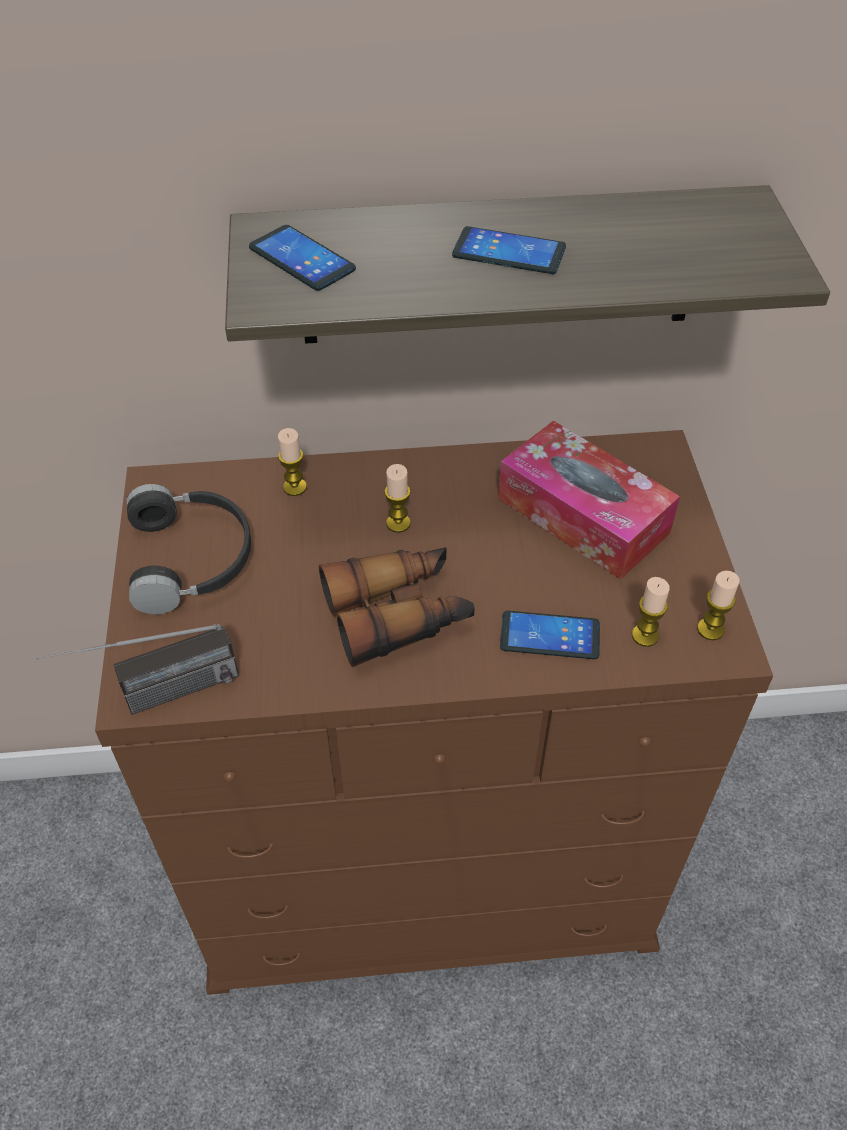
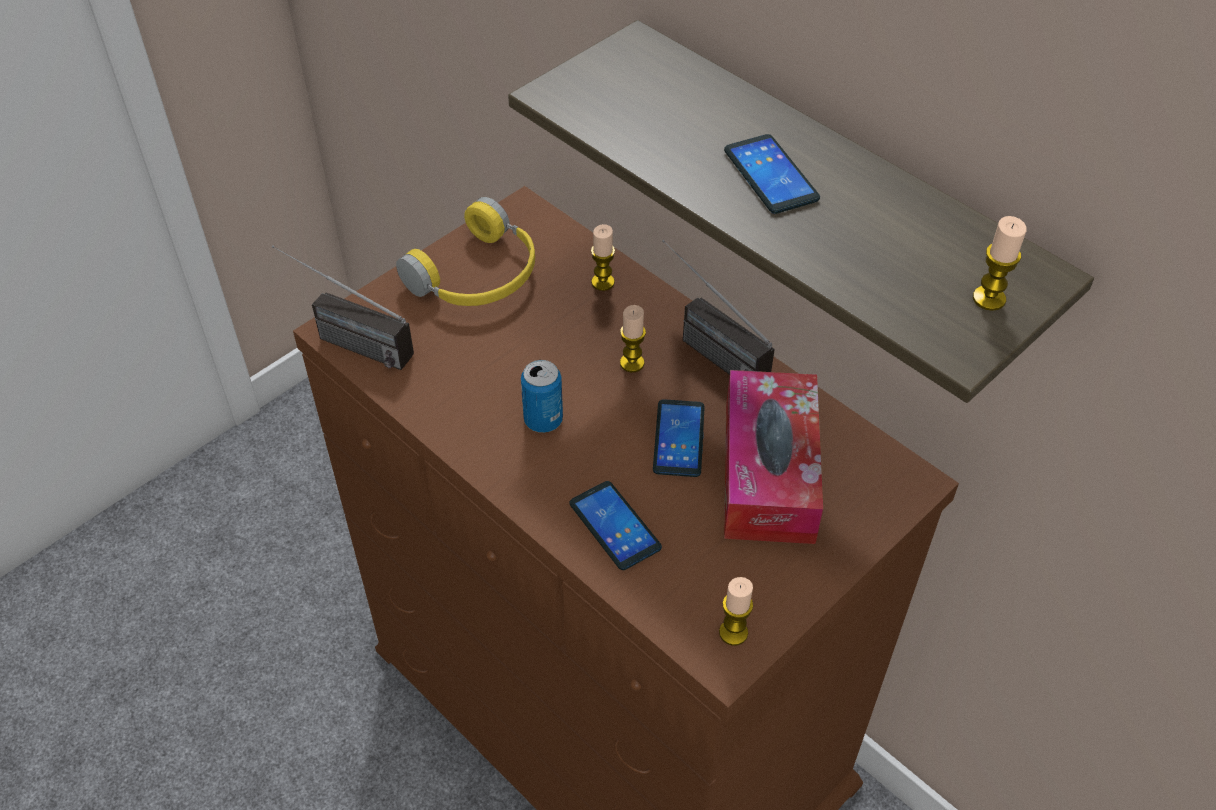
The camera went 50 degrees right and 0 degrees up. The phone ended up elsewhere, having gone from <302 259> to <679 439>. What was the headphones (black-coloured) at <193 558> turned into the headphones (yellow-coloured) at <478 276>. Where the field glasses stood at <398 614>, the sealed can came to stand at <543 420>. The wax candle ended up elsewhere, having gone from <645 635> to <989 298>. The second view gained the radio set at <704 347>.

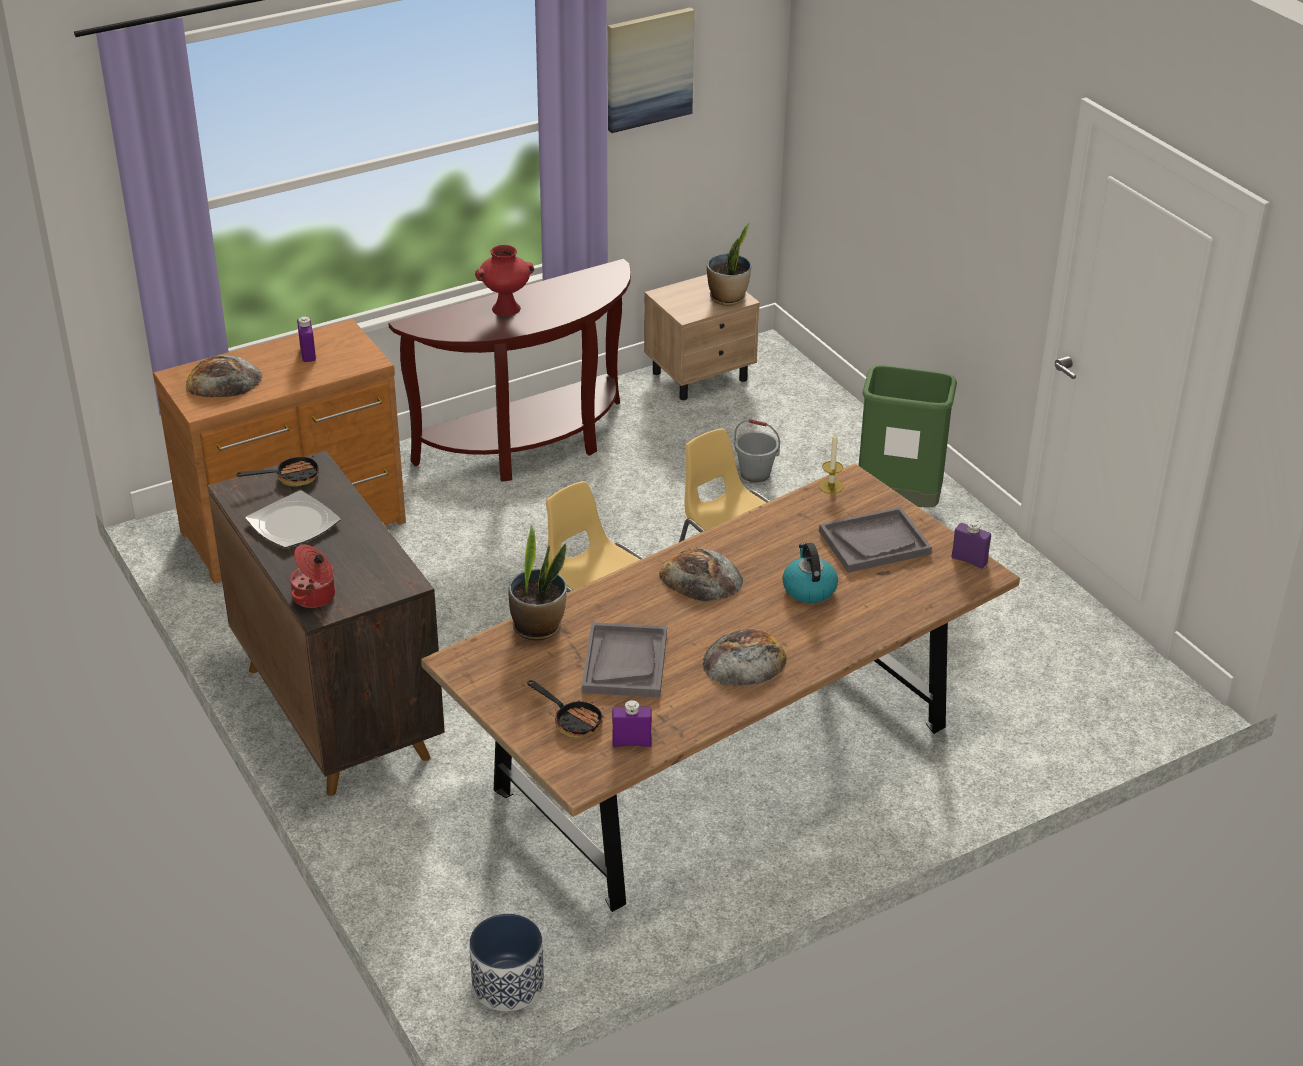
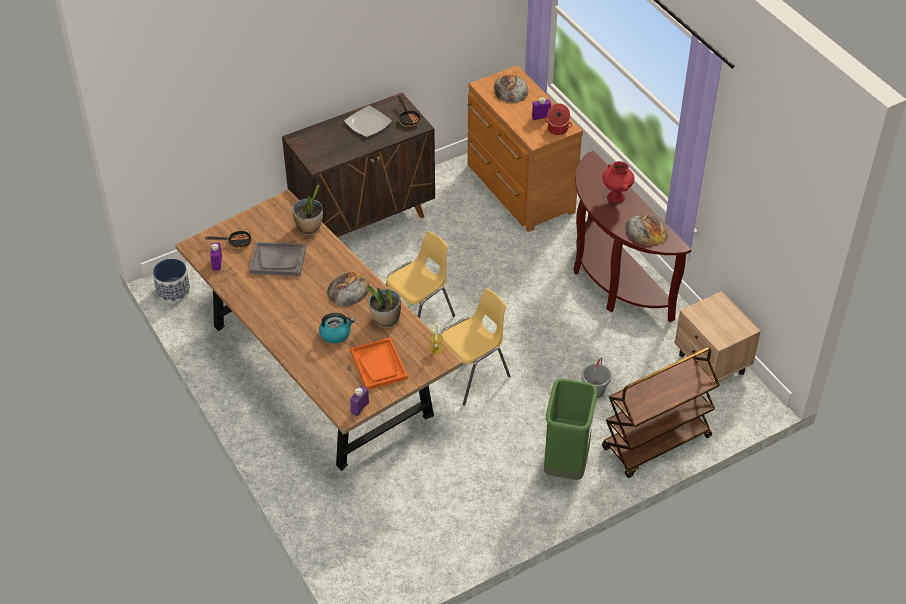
The camera went 90 degrees right and 10 degrees up. The second view lost the picture at <649 69>. The plant in a pot ended up elsewhere, having gone from <728 298> to <386 320>. What was the carrying tray (gray) at <874 542> turned into the carrying tray (orange) at <379 365>. The cooking pot ended up elsewhere, having gone from <315 596> to <557 129>. The baked bread ended up elsewhere, having gone from <744 660> to <646 230>. The pan at <572 720> ended up facing another way, 135 degrees counterclockwise from before. The second view gained the wheeled cart (brown-coloured) at <656 444>.

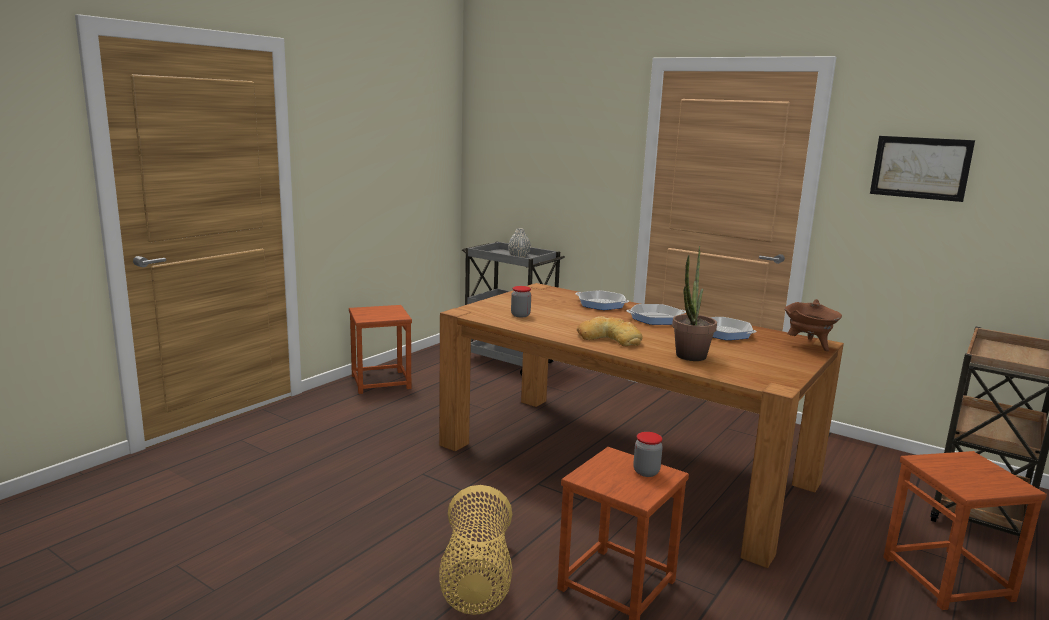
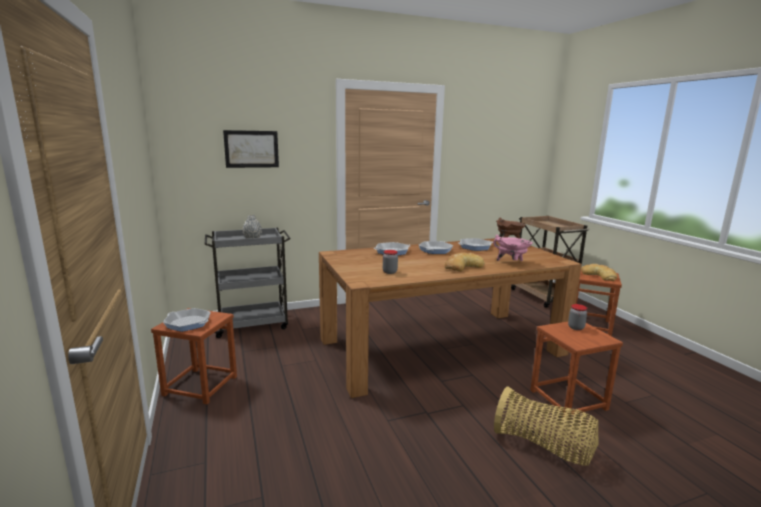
The camera went 55 degrees left and 0 degrees up. The picture ended up elsewhere, having gone from <920 168> to <251 149>. Where the plant in a pot stood at <689 358>, the cooking pot (pinkish) came to stand at <511 262>. The second view gained the baked bread at <599 275>. The second view gained the pan at <188 323>.

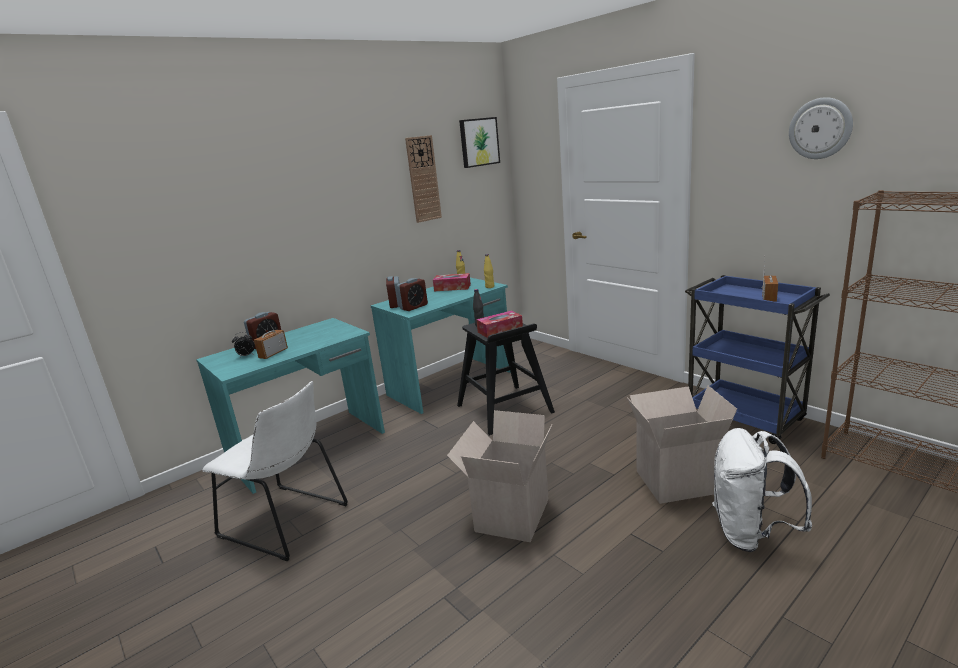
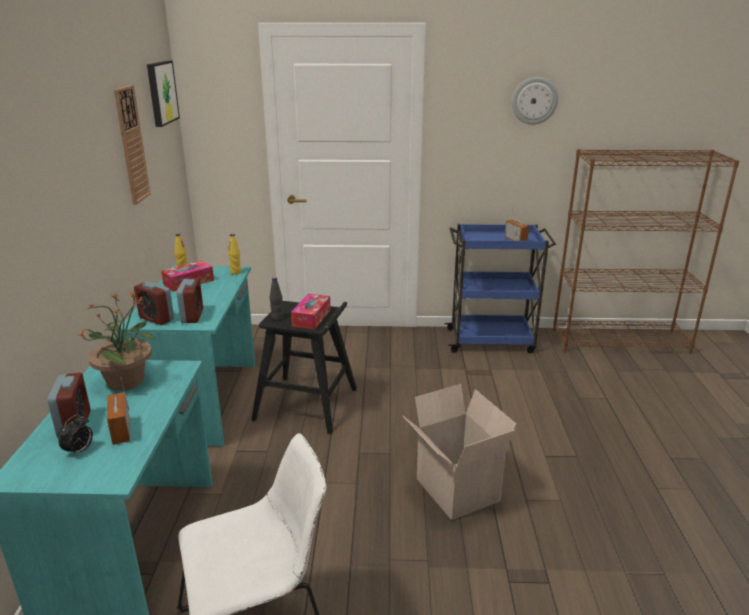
The camera went 50 degrees left and 5 degrees up. The second view lost the carton at <677 480>. The second view lost the rucksack (white) at <751 533>. The second view gained the plant in a pot at <127 380>.

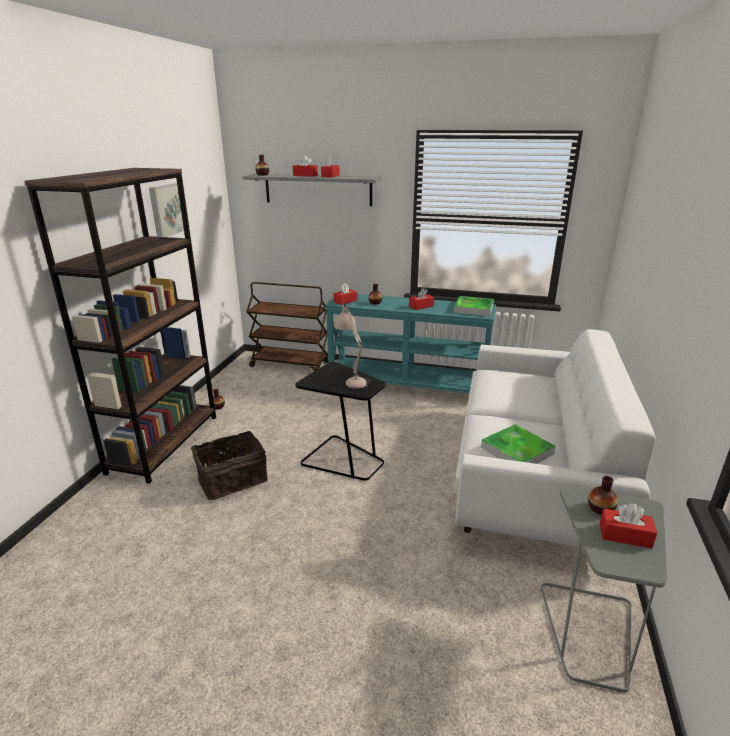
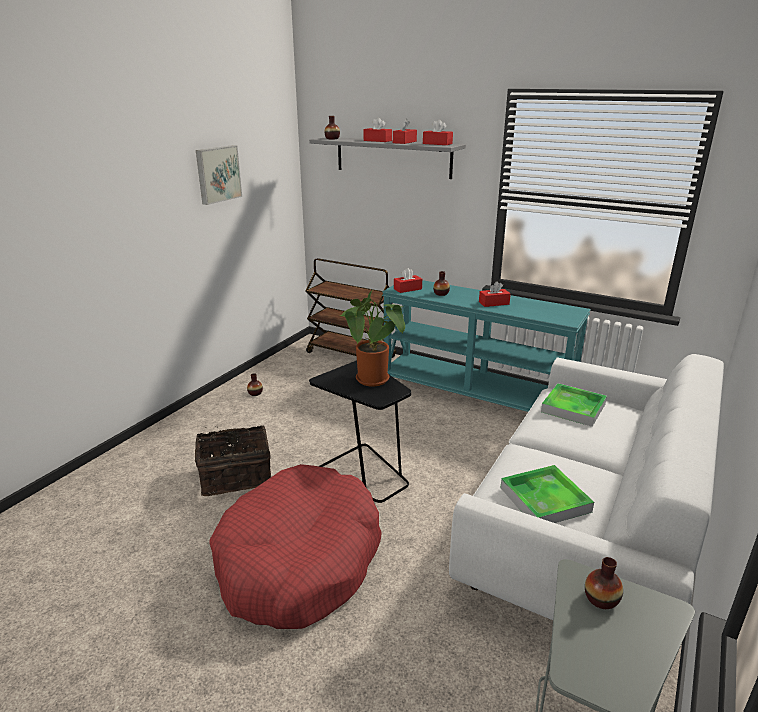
The camera went 15 degrees right and 0 degrees up. The second view lost the shelving unit (brown-coloured) at <165 443>. The carrying tray ended up elsewhere, having gone from <473 309> to <573 408>. Where the table lamp (beige-coloured) stood at <352 378>, the plant in a pot came to stand at <375 381>. The tissue box (reddish) ended up elsewhere, having gone from <625 535> to <437 144>. The second view gained the dog bed (reddish) at <299 560>.

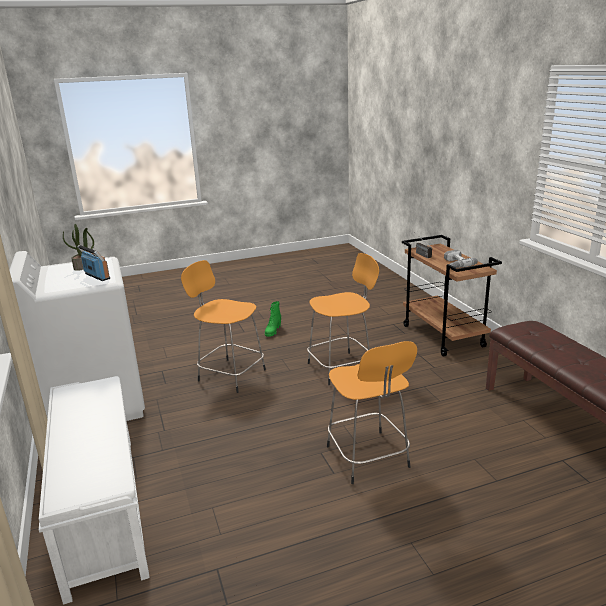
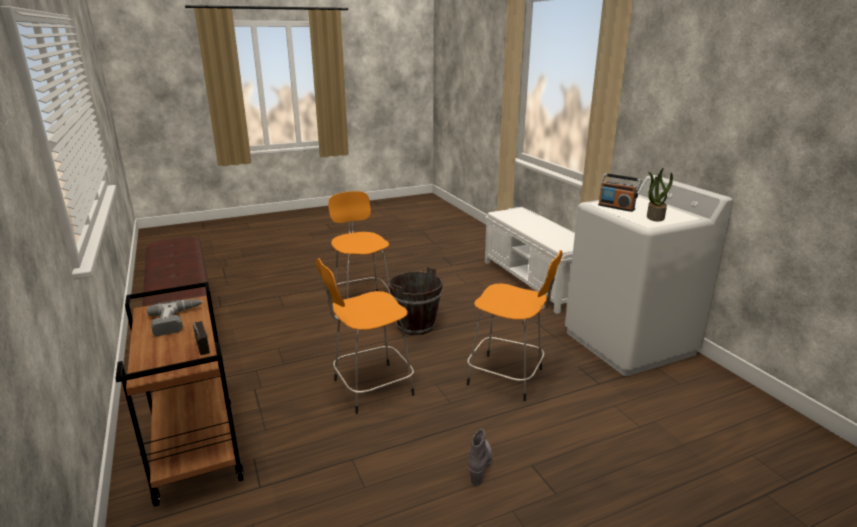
The camera went 175 degrees right and 0 degrees up. What was the boot (green-coloured) at <273 331> turned into the boot (gray) at <480 465>. The second view gained the pail (brown-coloured) at <416 326>.

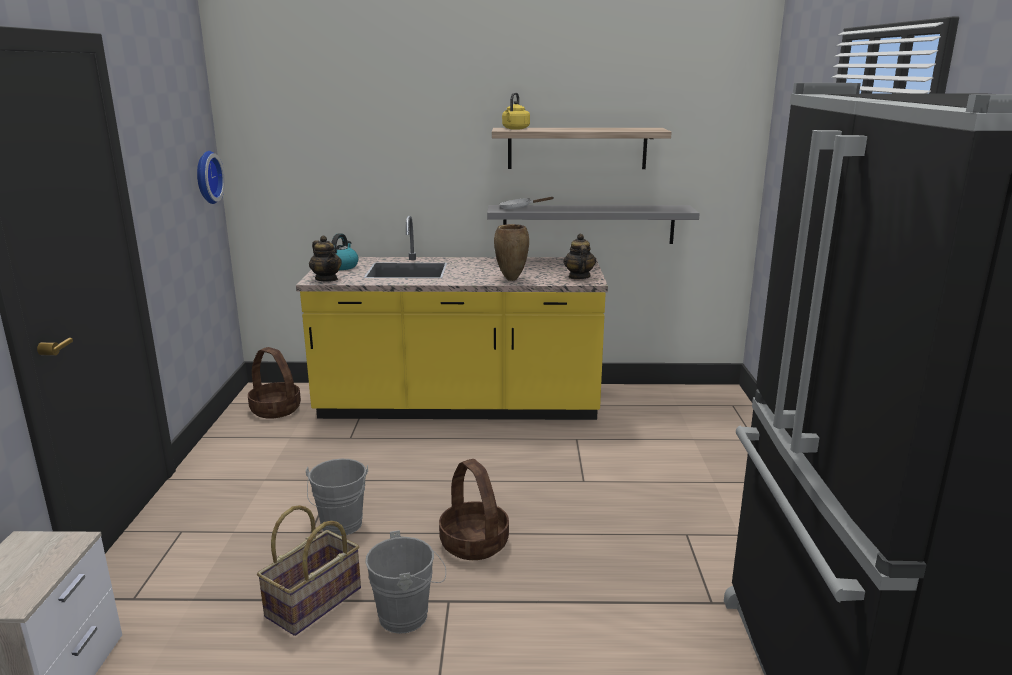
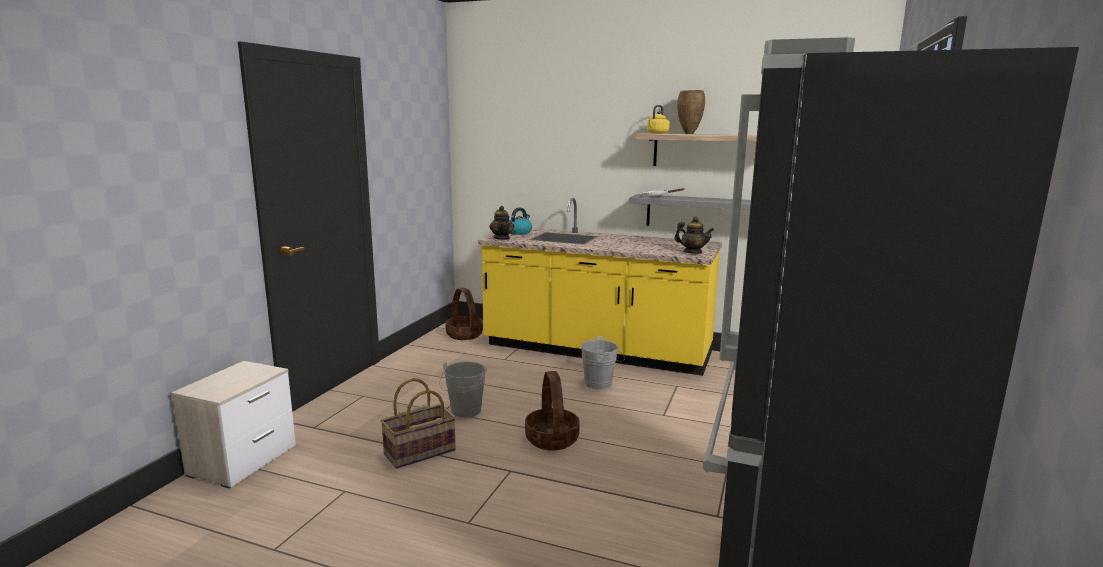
The camera went 20 degrees right and 5 degrees down. The second view lost the hanging clock at <206 177>. The vase (brown-coloured) ended up elsewhere, having gone from <510 280> to <688 134>. The tea pot at <579 277> ended up facing another way, 105 degrees clockwise from before. The pail (gray) ended up elsewhere, having gone from <409 615> to <601 384>.

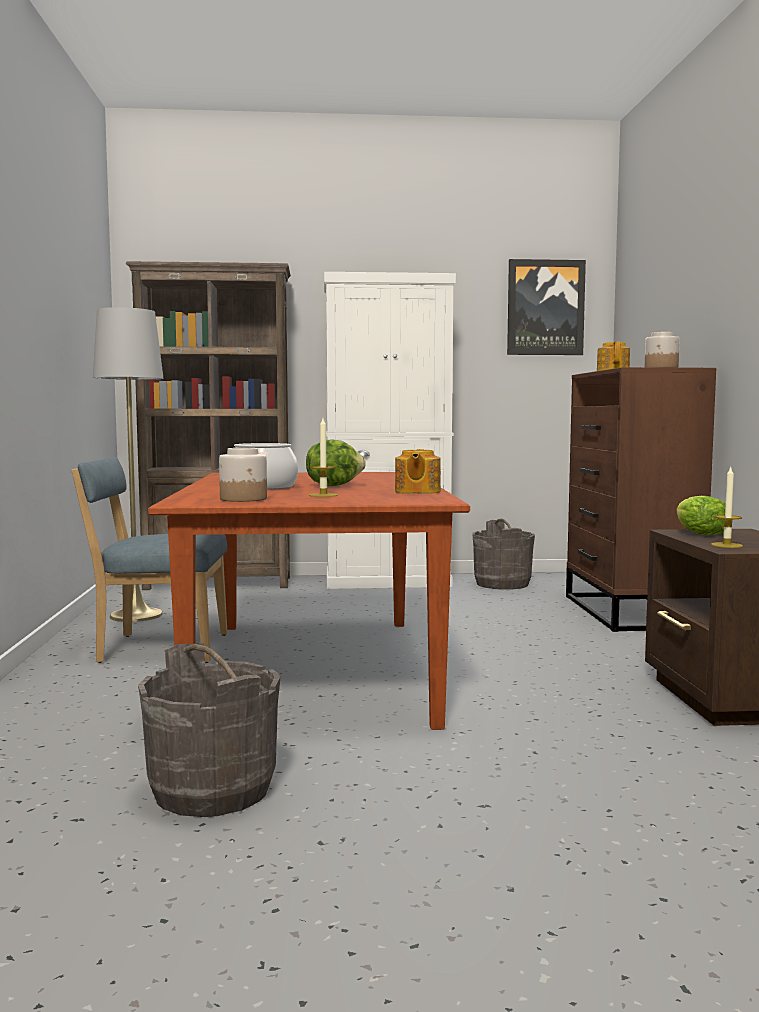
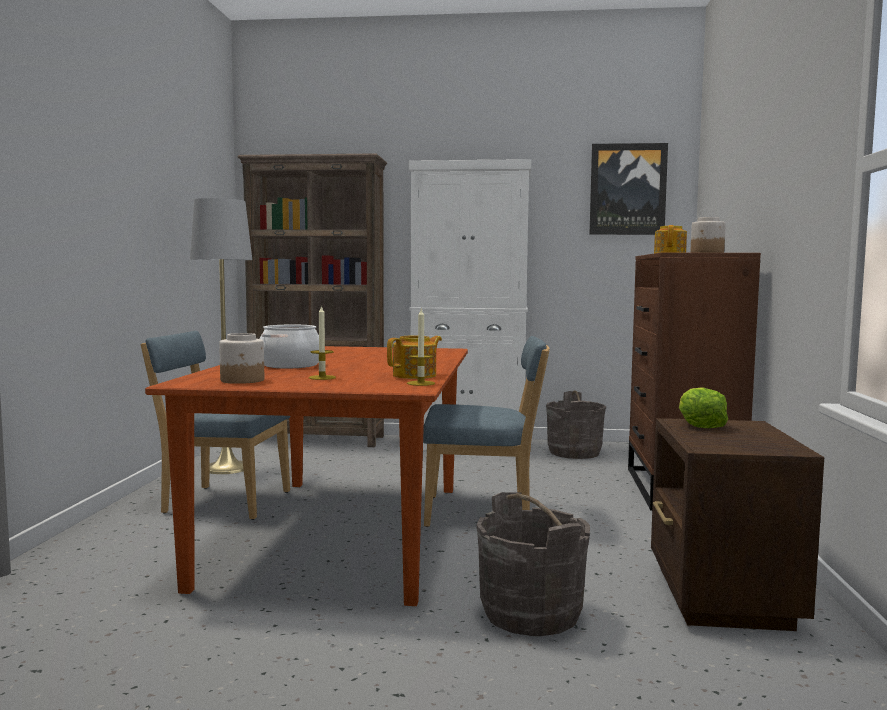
The camera went 10 degrees right and 0 degrees up. The second view lost the lettuce head at <333 485>. The tea pot at <416 492> ended up facing another way, 150 degrees counterclockwise from before. The wax candle ended up elsewhere, having gone from <727 545> to <420 383>. The pail (gray) ended up elsewhere, having gone from <212 790> to <530 613>. The second view gained the upright chair (bluish) at <483 513>.

